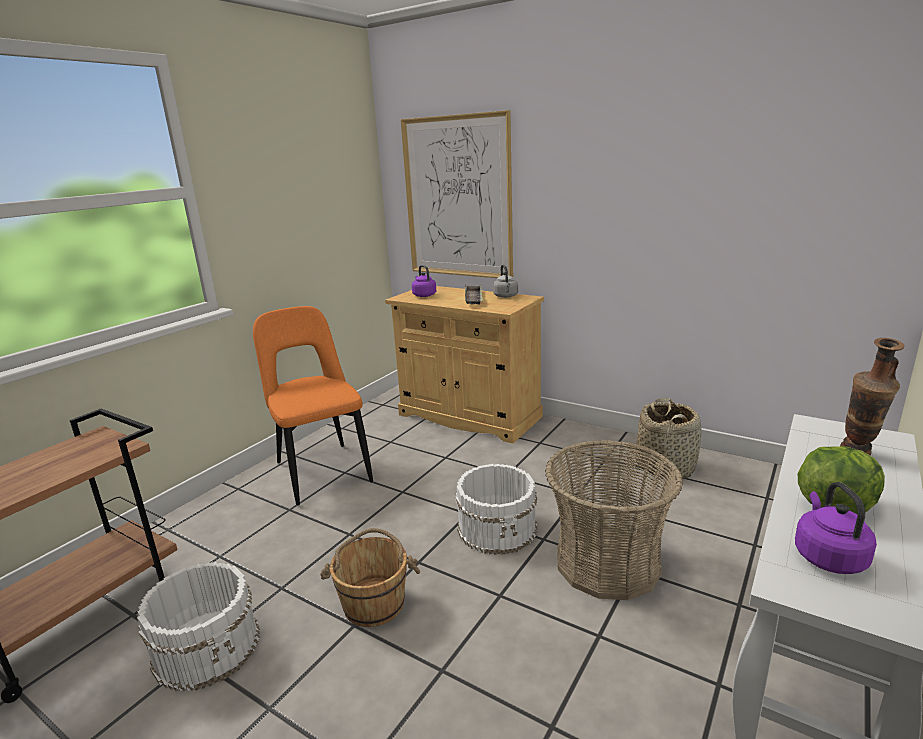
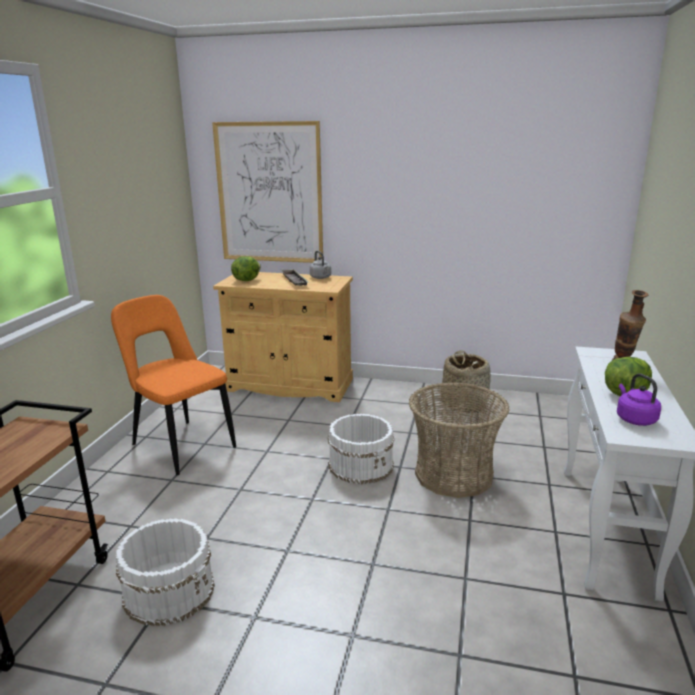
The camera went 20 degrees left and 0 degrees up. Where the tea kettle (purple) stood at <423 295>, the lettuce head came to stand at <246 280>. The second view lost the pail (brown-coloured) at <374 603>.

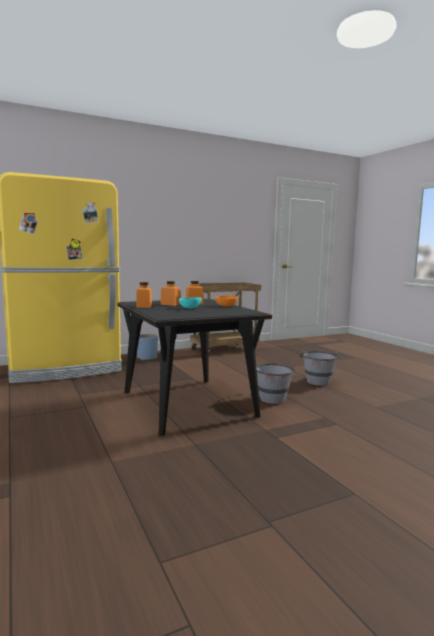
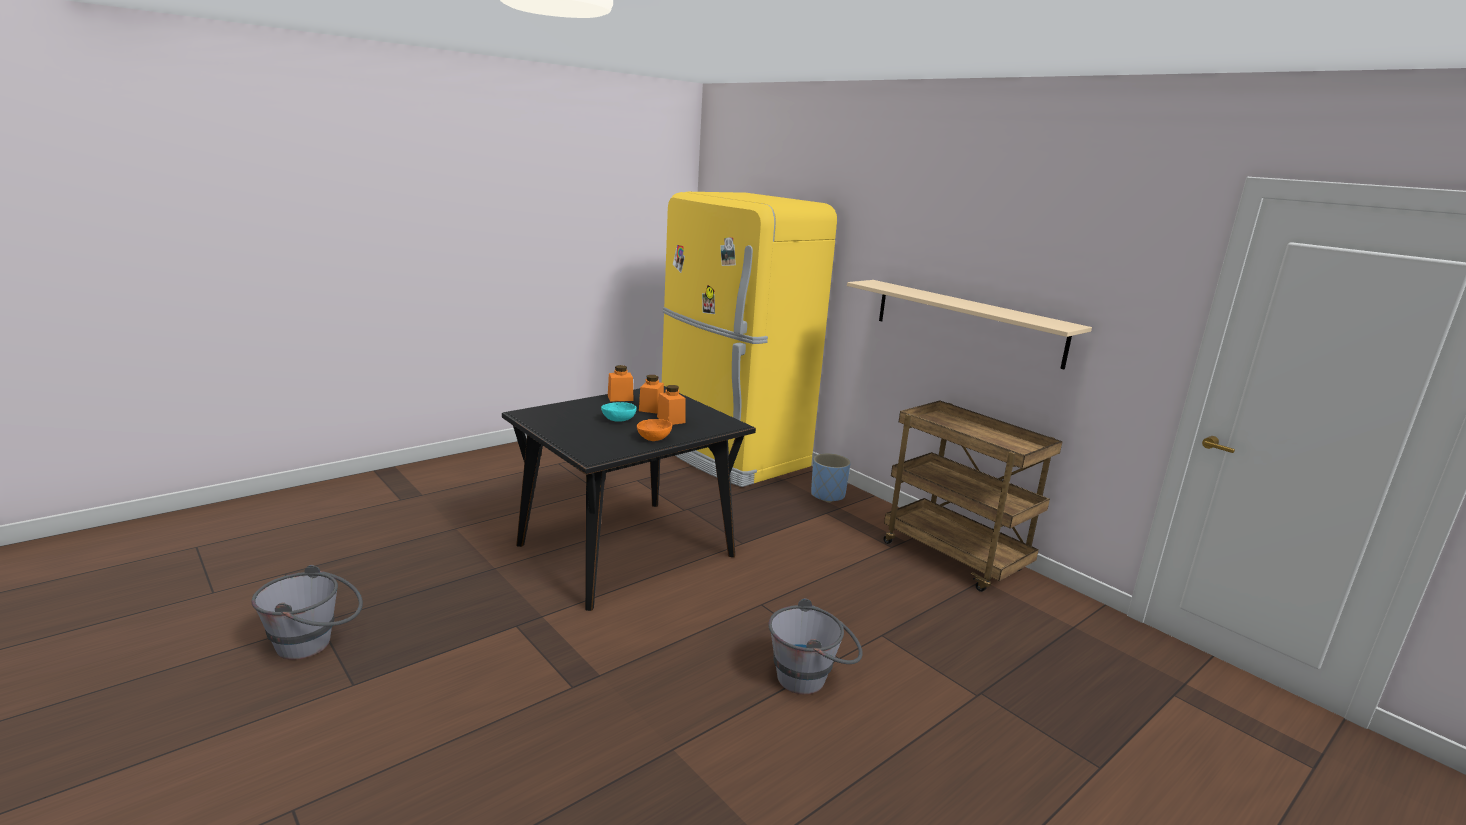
The camera went 75 degrees right and 10 degrees up. The pail (gray) ended up elsewhere, having gone from <272 397> to <315 644>. The second view gained the shelf (beige-coloured) at <966 321>.

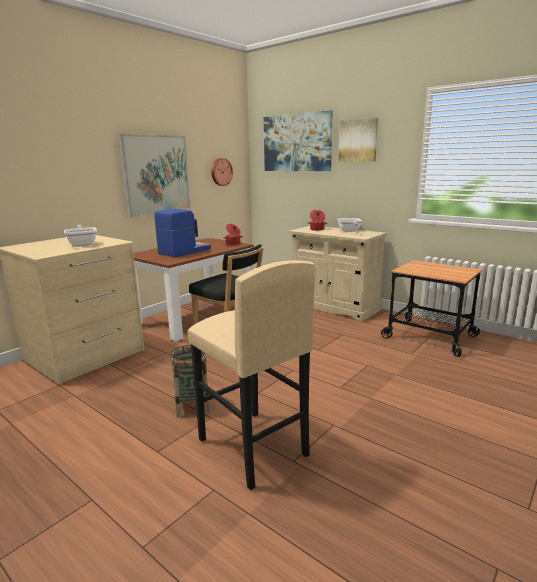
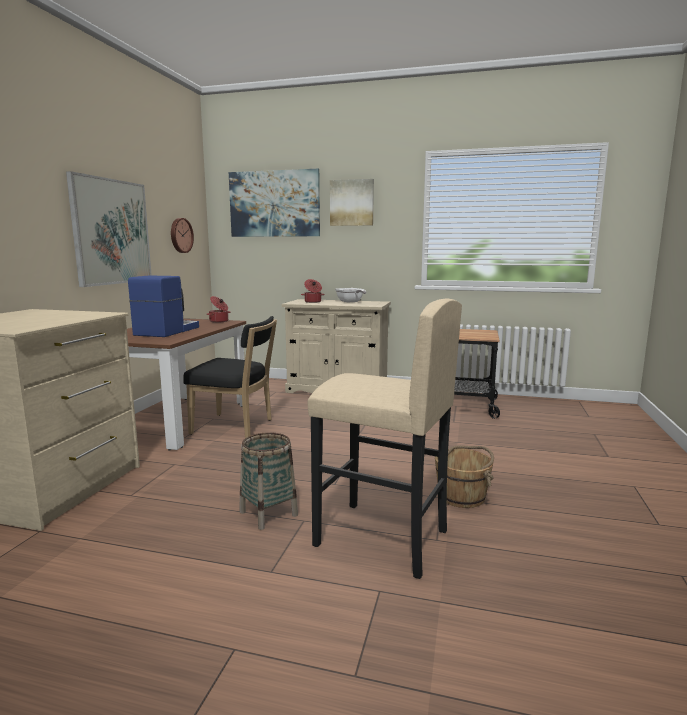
The camera went 25 degrees left and 5 degrees down. The second view lost the pan at <83 244>. The second view gained the pail (brown-coloured) at <462 496>.

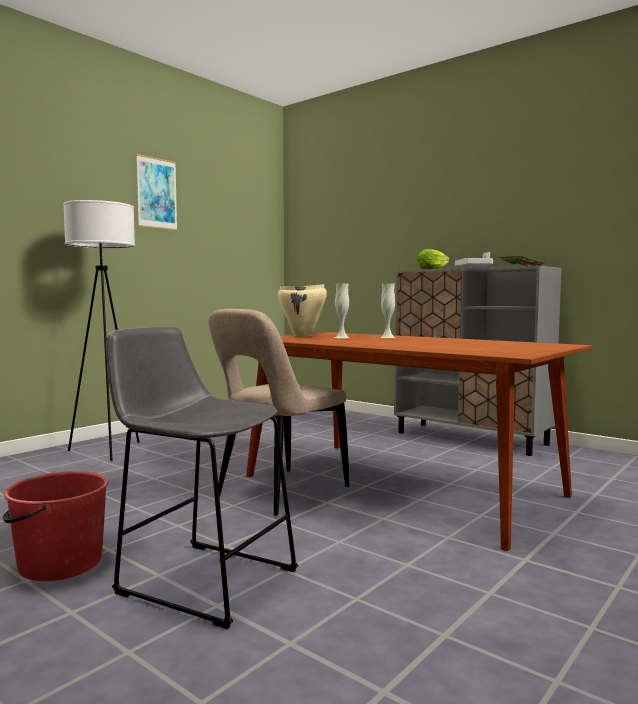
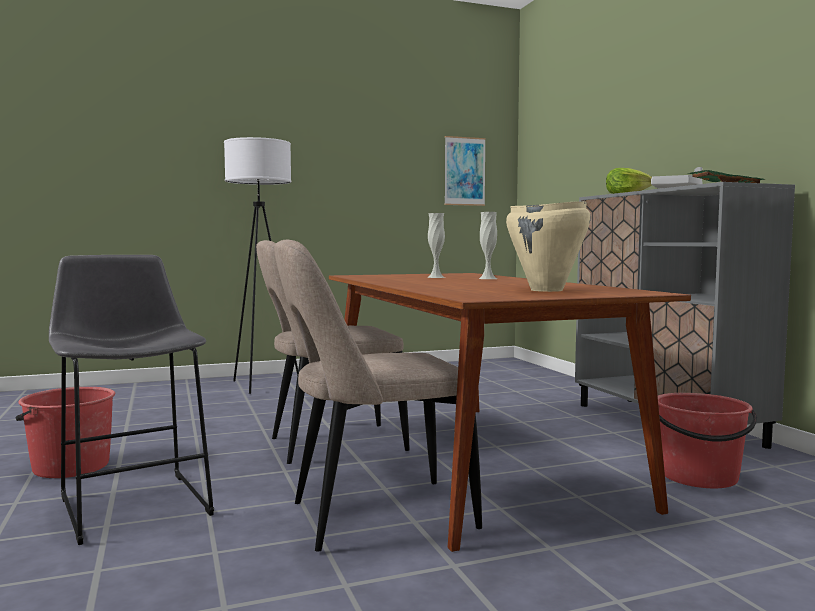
The camera went 30 degrees right and 0 degrees up. The picture ended up elsewhere, having gone from <157 193> to <464 171>. The cooking pot (beige-coloured) ended up elsewhere, having gone from <303 336> to <547 290>. The second view gained the upright chair (beige-coloured) at <373 516>. The second view gained the pail (reddish) at <699 476>.

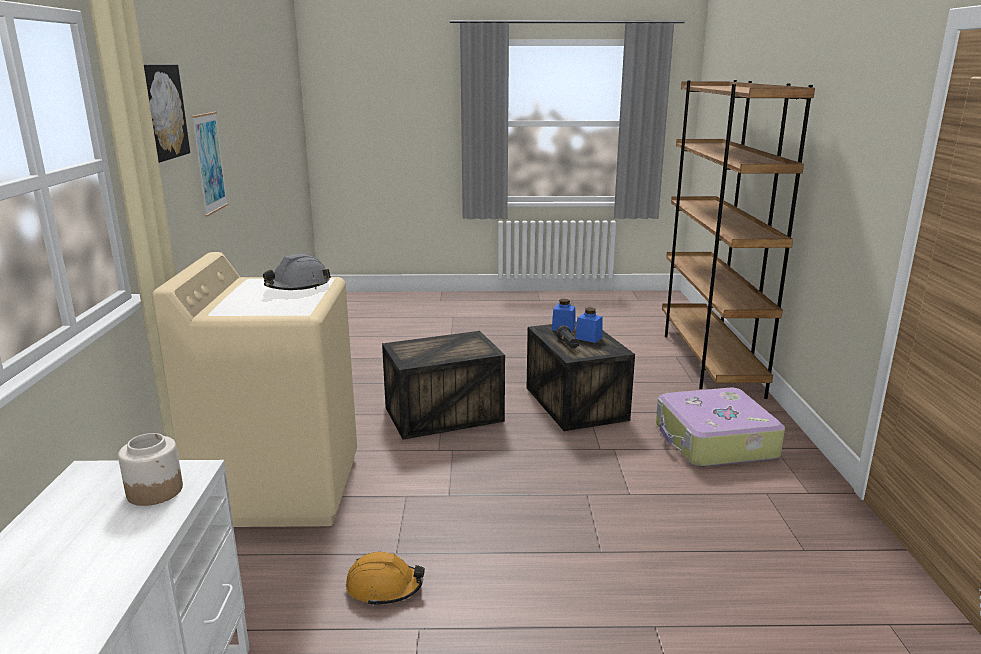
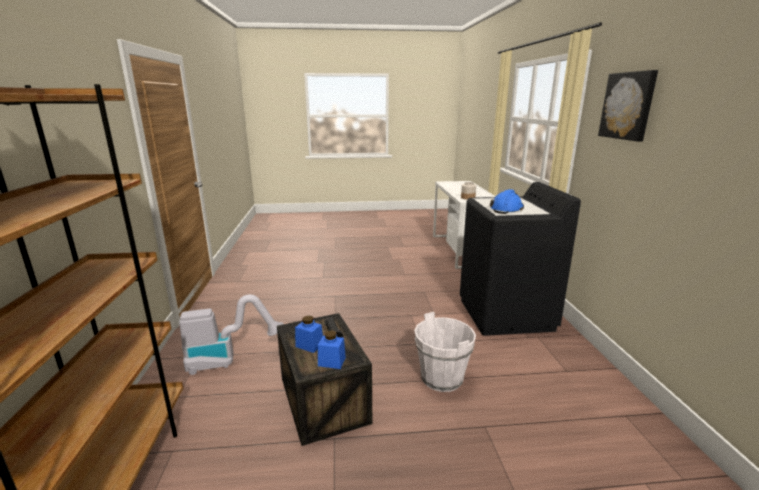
The camera went 175 degrees right and 0 degrees up. The second view lost the picture at <209 163>. What was the laundry machine (beige-coloured) at <280 488> turned into the laundry machine (black-coloured) at <505 314>. What was the hard hat (gray) at <298 287> turned into the hard hat (bluish) at <506 209>. Where the shipping crate stood at <445 414>, the pail (white) came to stand at <441 378>. Where the travel case stood at <714 441>, the vacuum came to stand at <228 360>. The second view lost the hard hat (orange) at <384 587>.

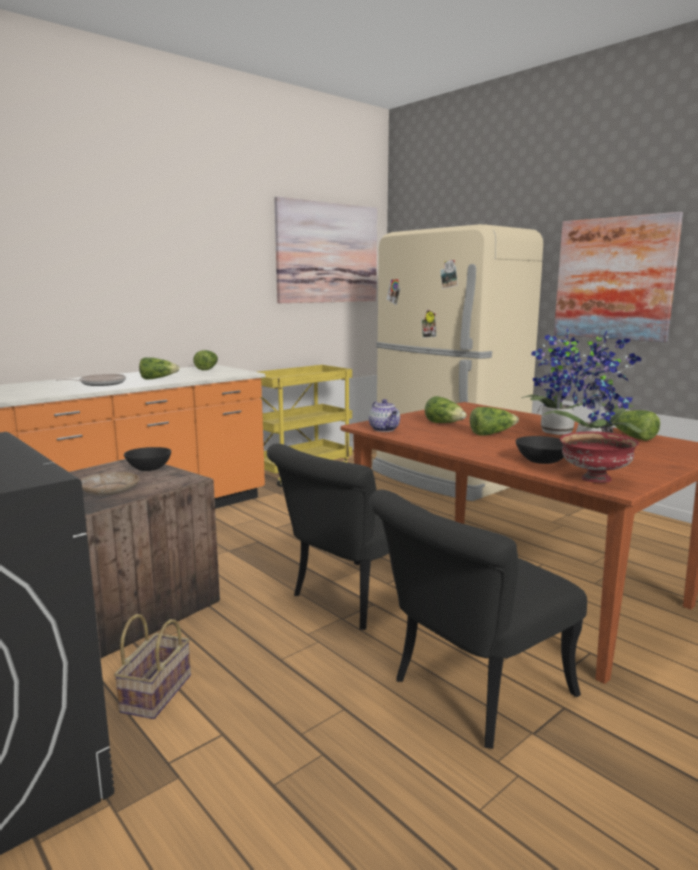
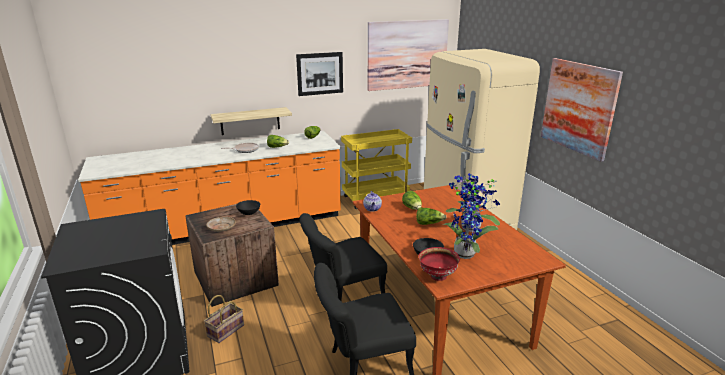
The camera went 20 degrees right and 10 degrees up. The second view lost the lettuce head at <632 437>. The second view gained the picture at <320 73>. The second view gained the shelf at <250 121>.

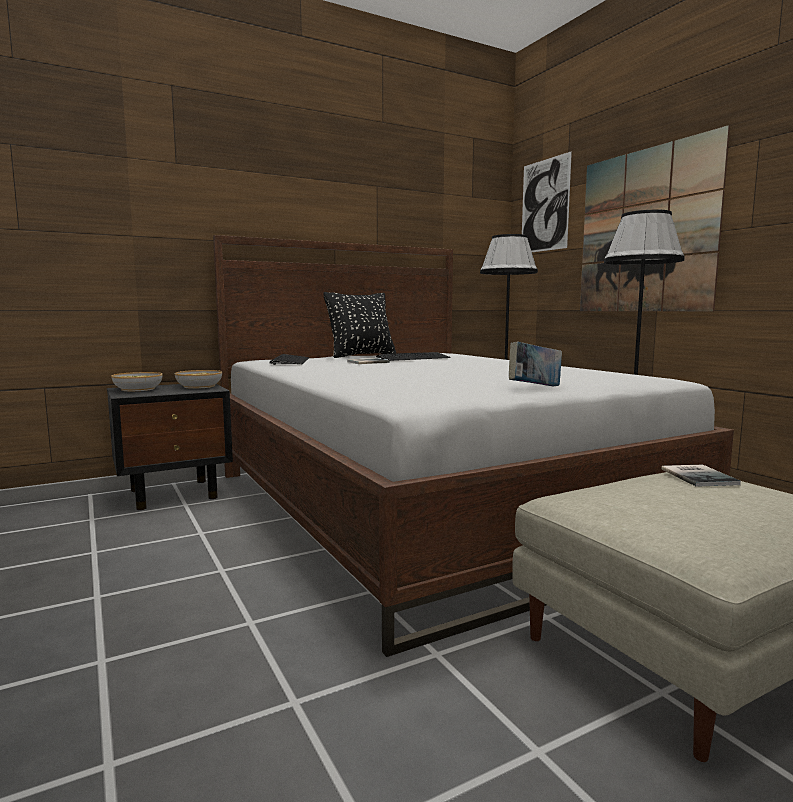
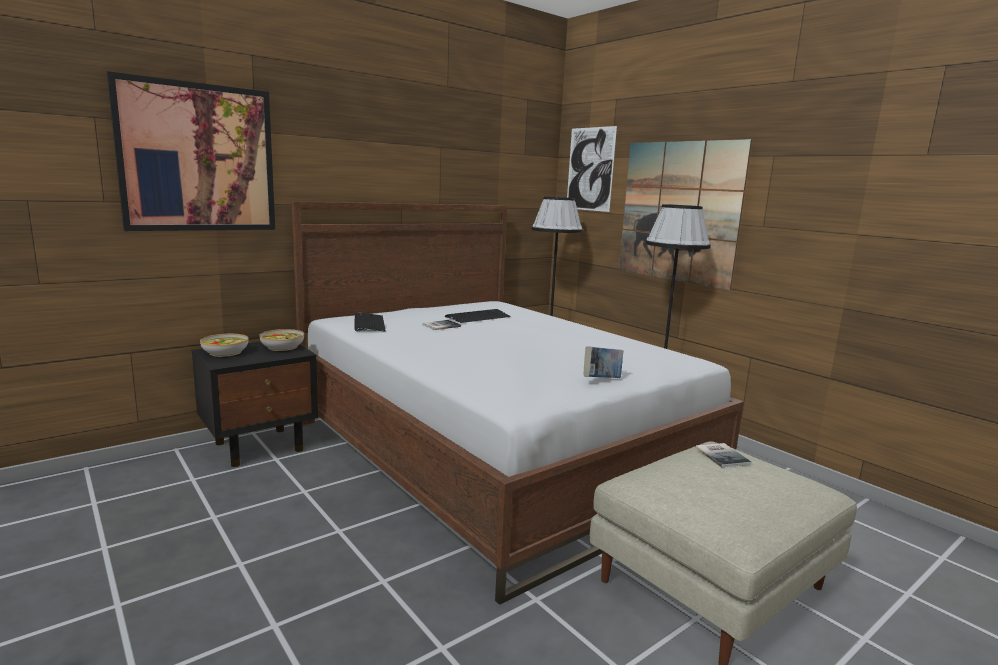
The camera went 10 degrees left and 5 degrees up. The second view lost the pillow (black-coloured) at <361 356>. The second view gained the picture at <198 158>.

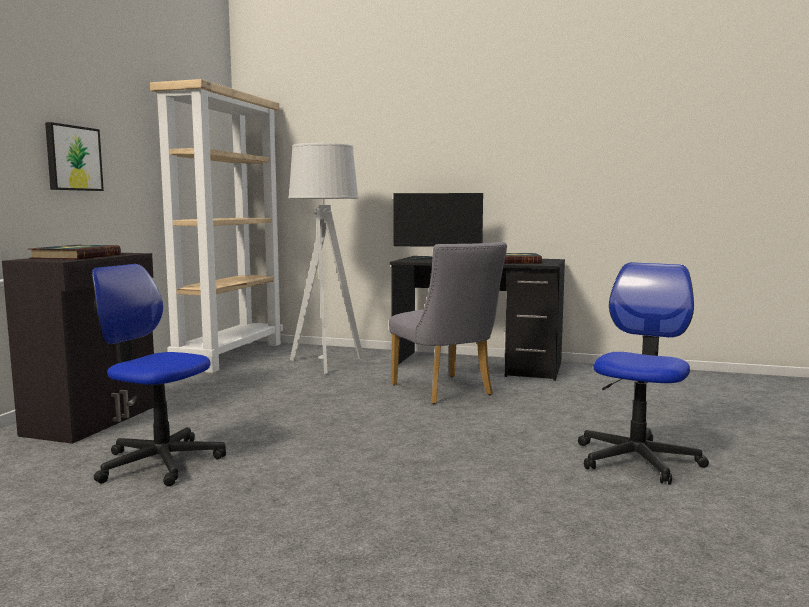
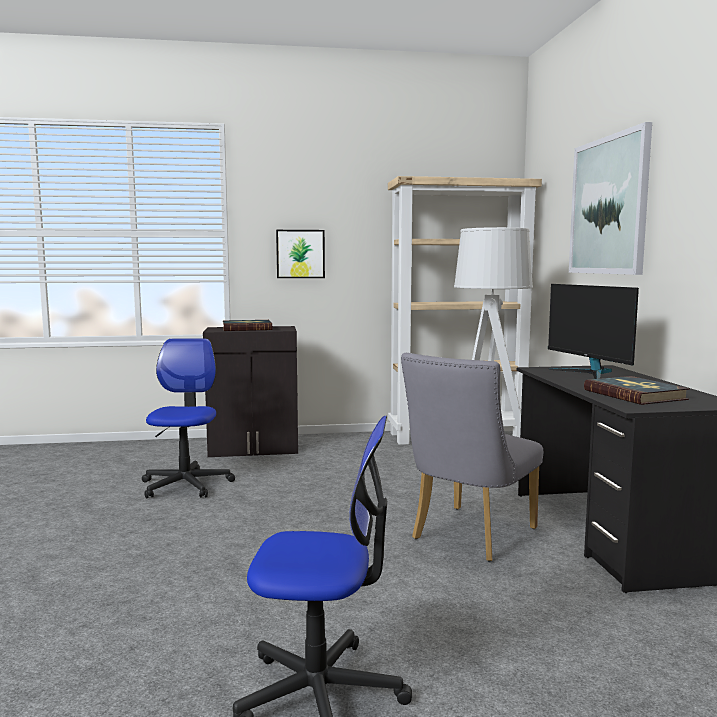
The camera went 65 degrees right and 0 degrees up. The second view gained the picture at <608 206>.

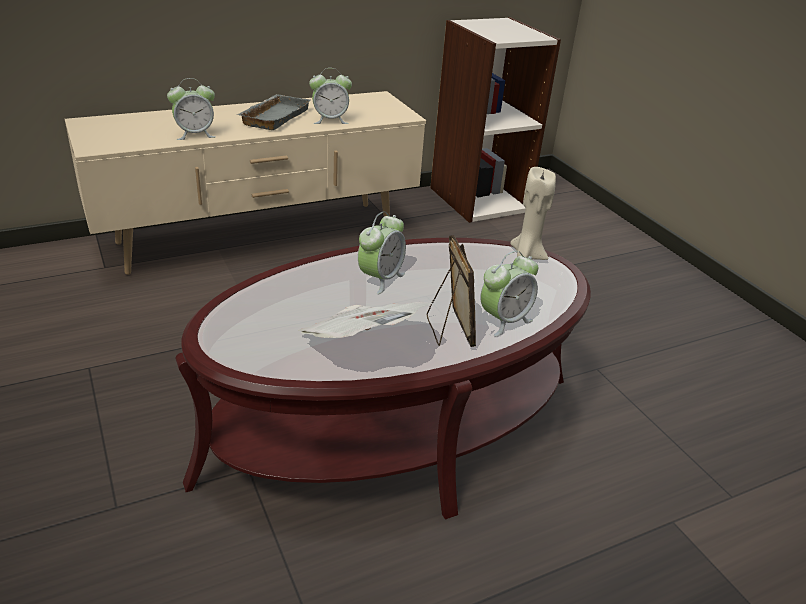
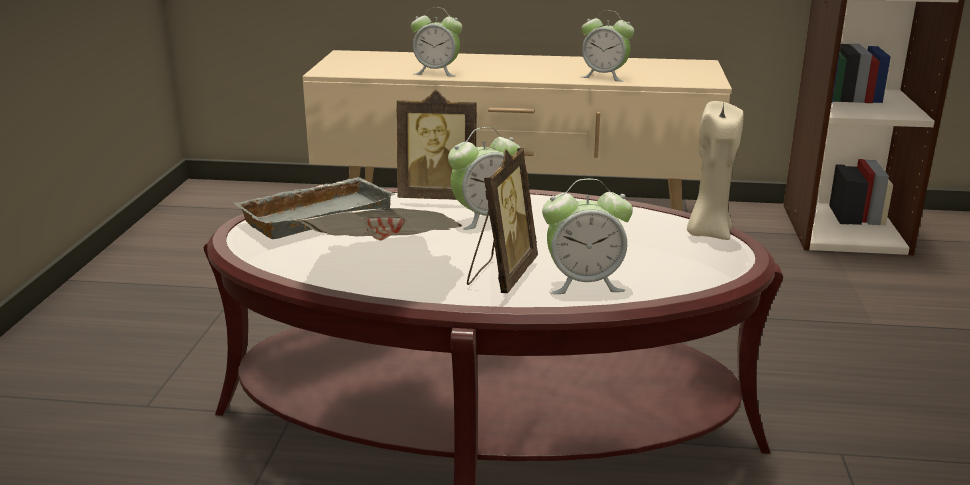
The camera went 35 degrees right and 10 degrees down. The carrying tray (gray) ended up elsewhere, having gone from <274 116> to <316 215>. The second view gained the picture frame at <439 197>.

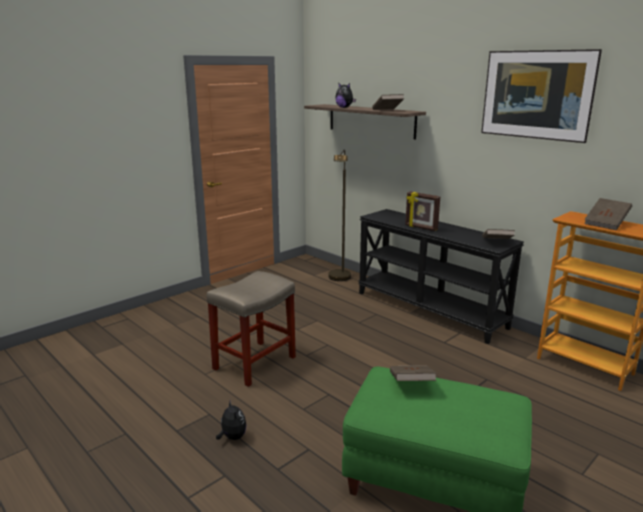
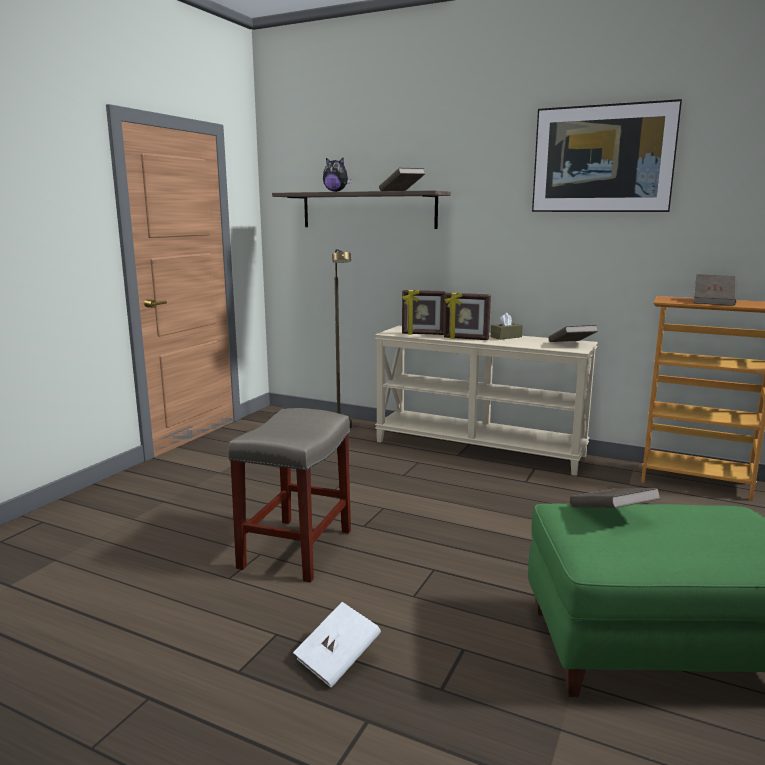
The camera went 20 degrees left and 5 degrees down. What was the narrow table (black-coloured) at <430 309> turned into the narrow table (beige-coloured) at <479 448>. Where the soft toy stood at <232 437>, the volume (white) came to stand at <337 659>. The second view gained the picture frame at <423 334>. The second view gained the tissue box (brown-coloured) at <506 337>.

